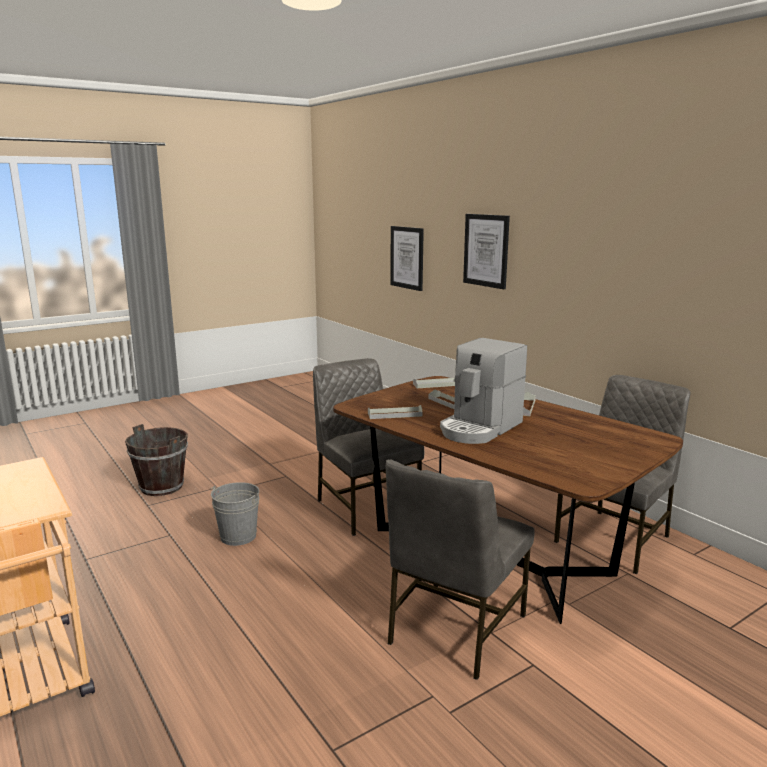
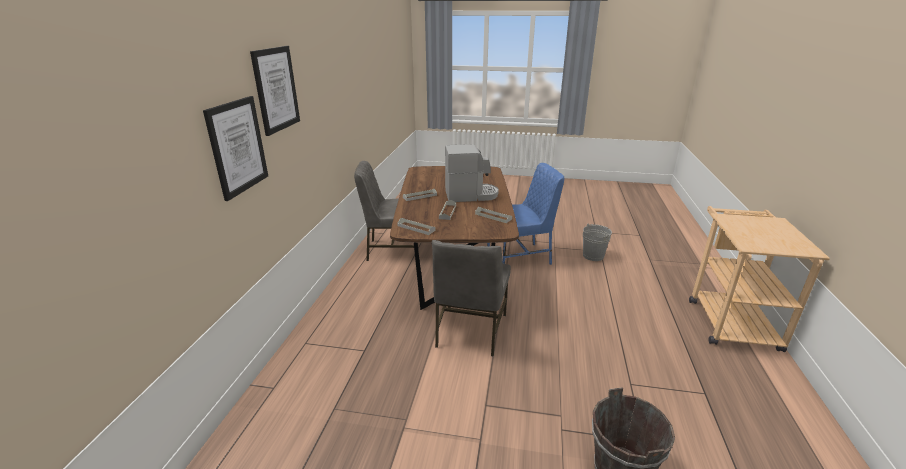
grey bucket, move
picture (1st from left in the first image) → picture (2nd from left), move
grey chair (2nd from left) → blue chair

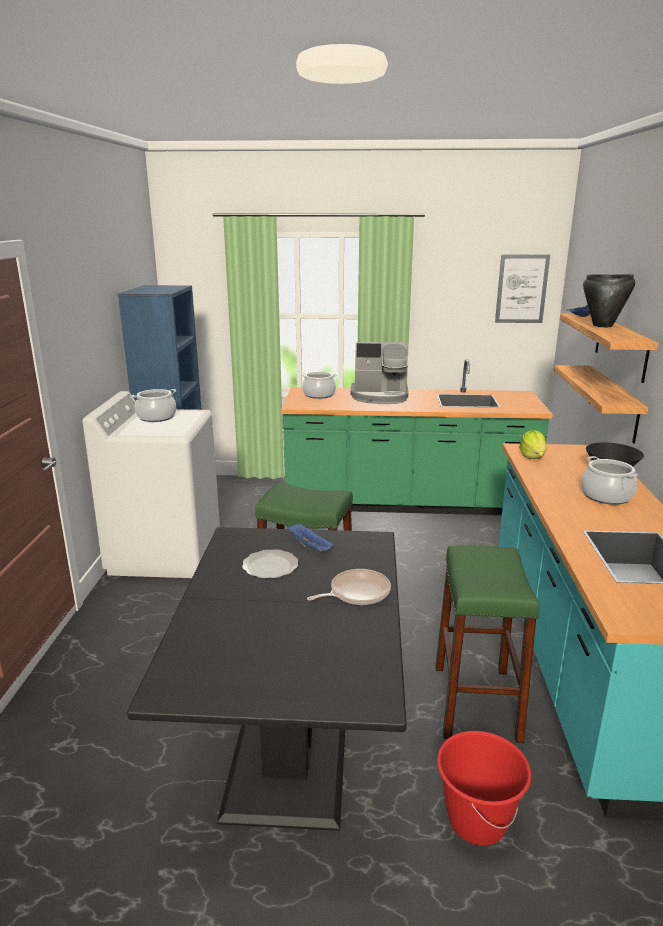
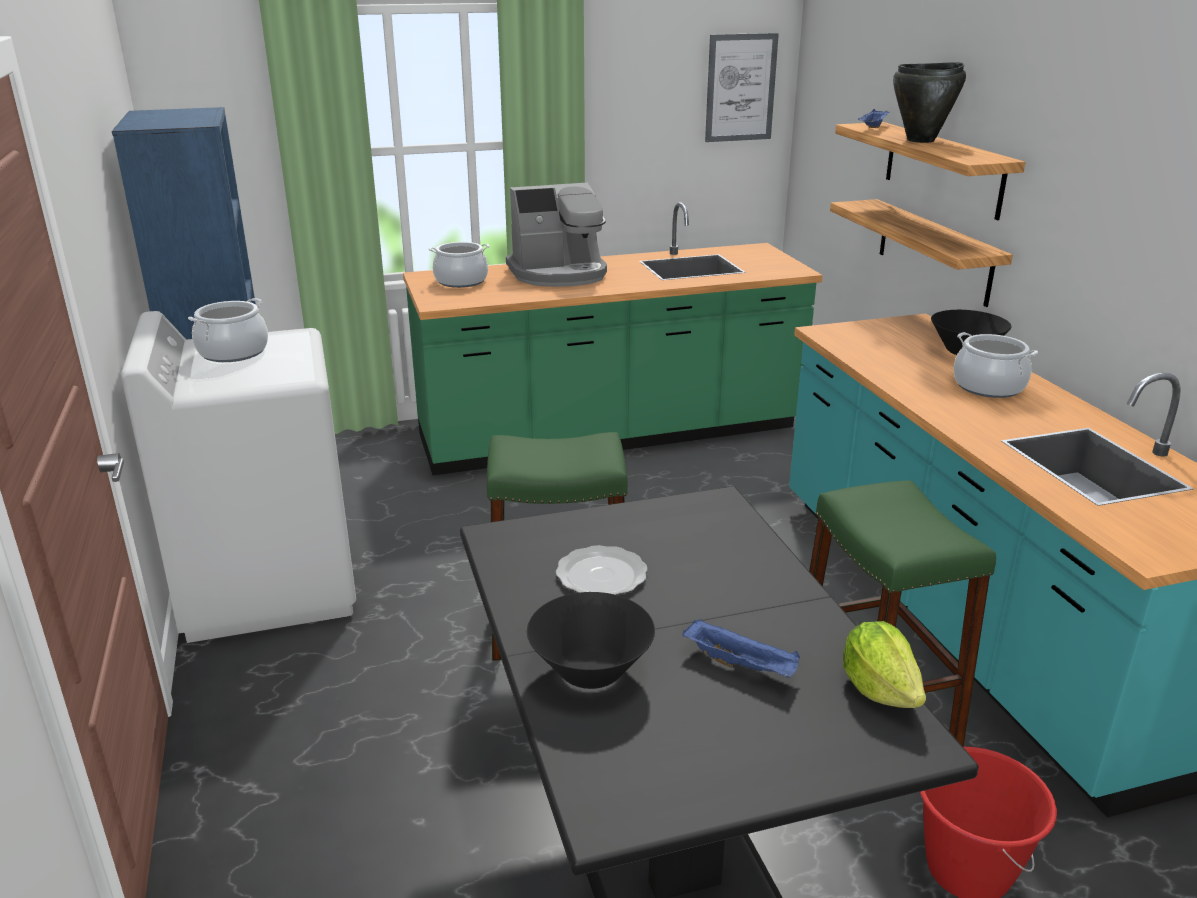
frying pan → -
- → black bowl (1st from left)
blue tray (1st from left), move
lettuce, move

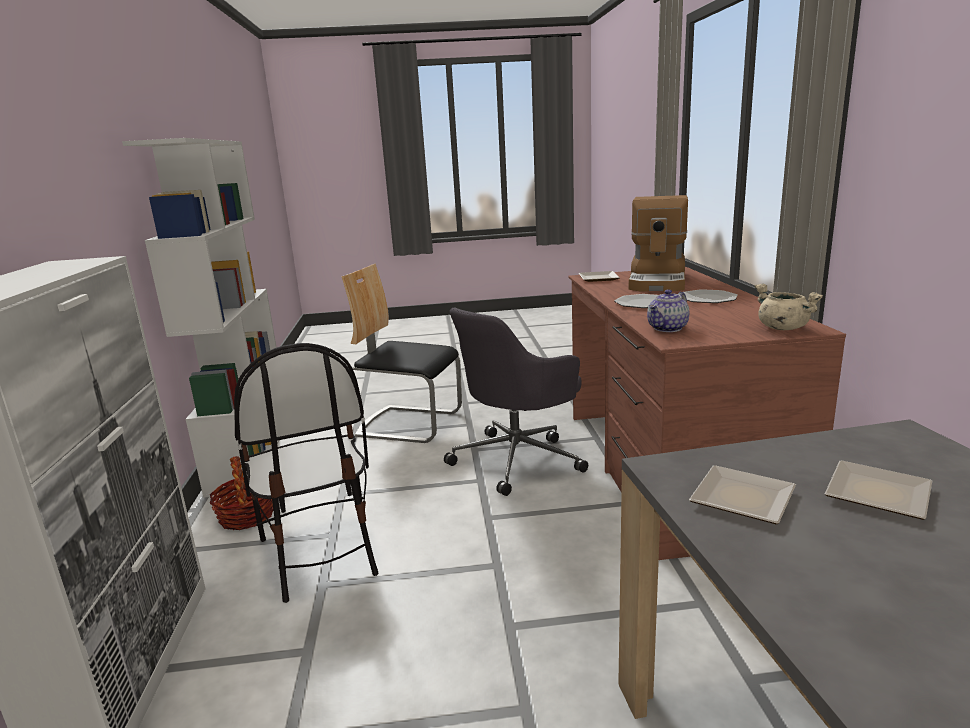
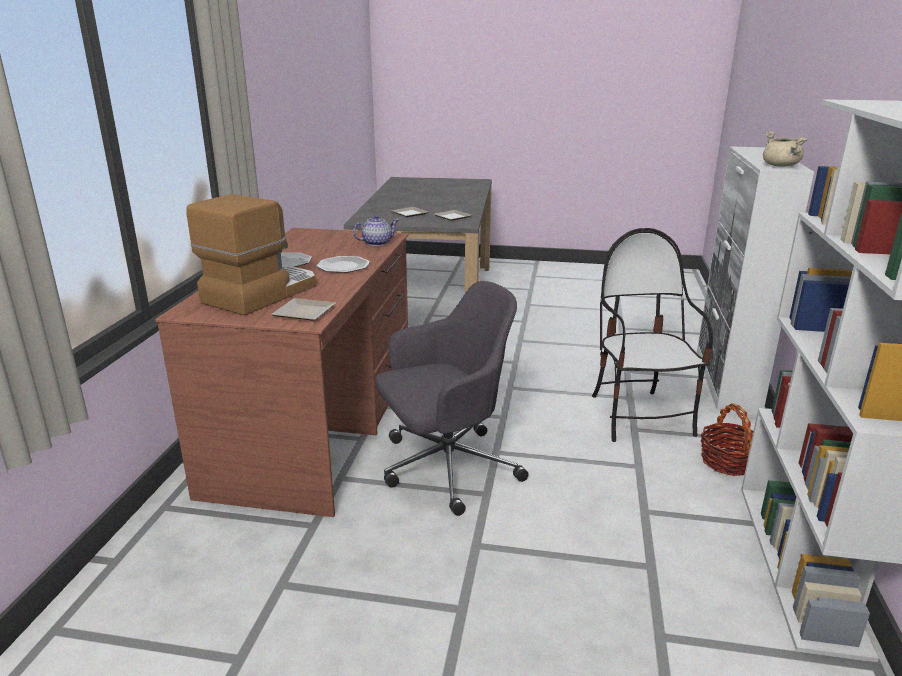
chair (2nd from left) → -
beige cooking pot, move

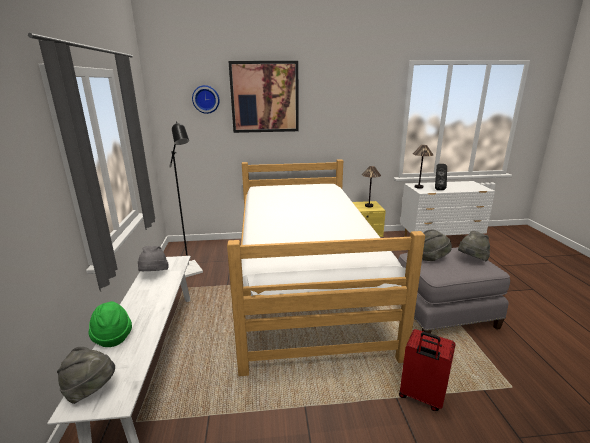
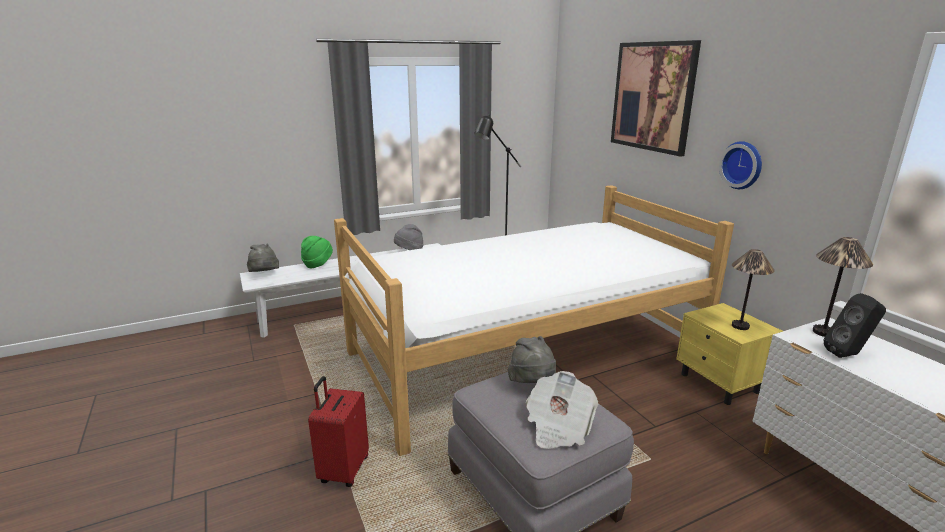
wall clock, move
grey hat (4th from left) → newspaper

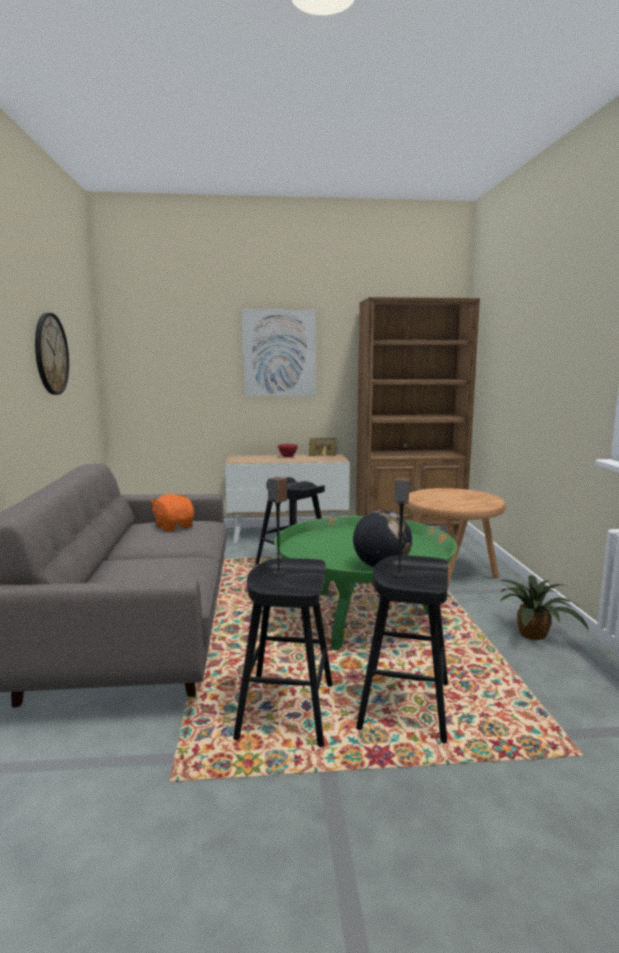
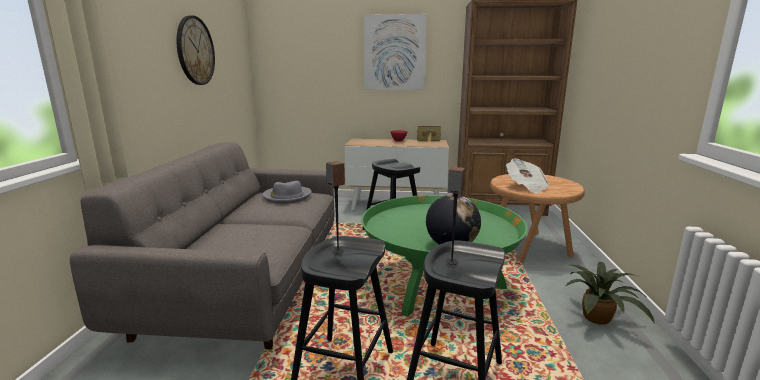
- → newspaper
orange plush toy → grey hat

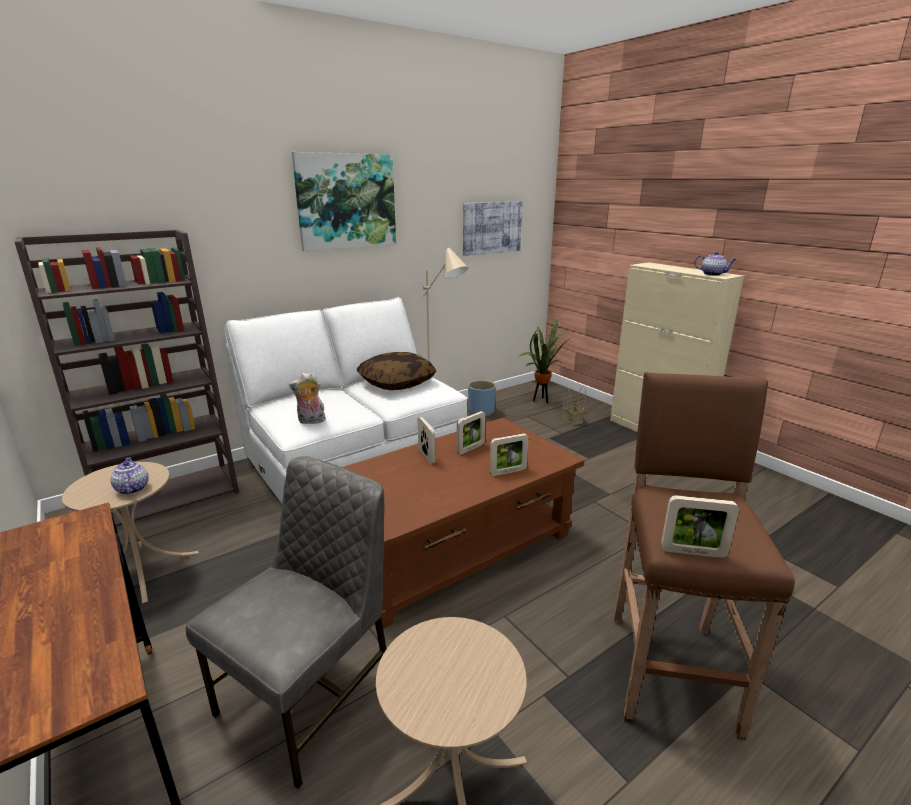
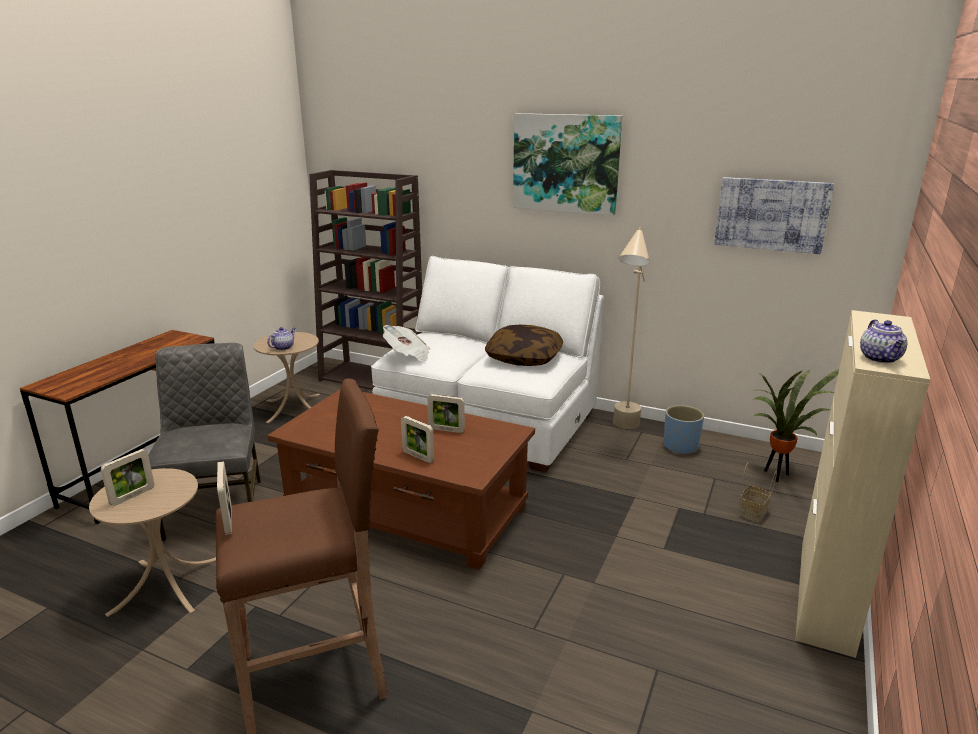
picture frame (1st from left), move
plush toy → newspaper
grey chair, 105 degrees counterclockwise

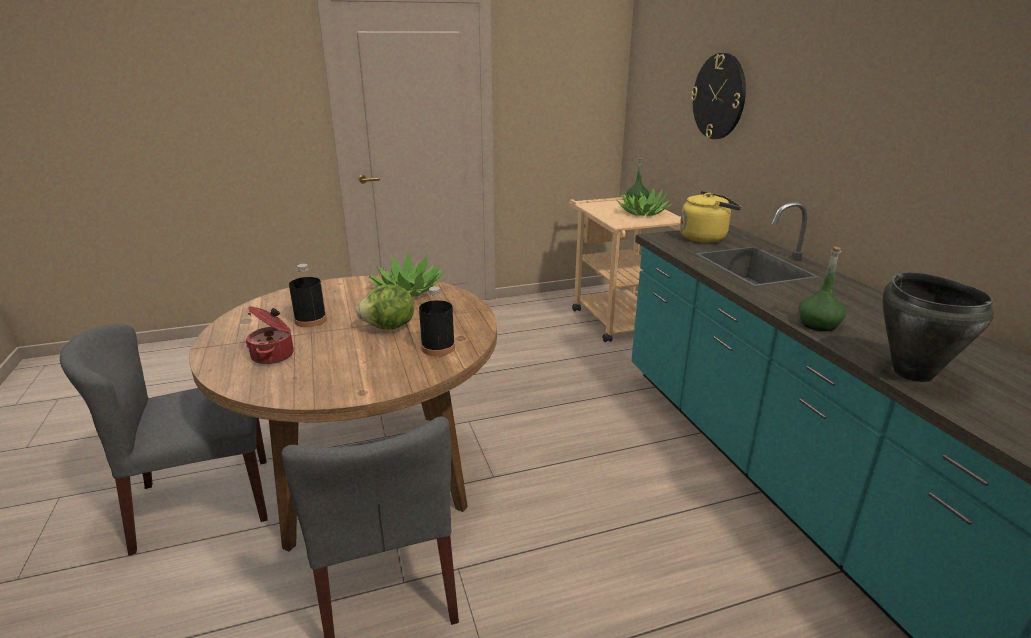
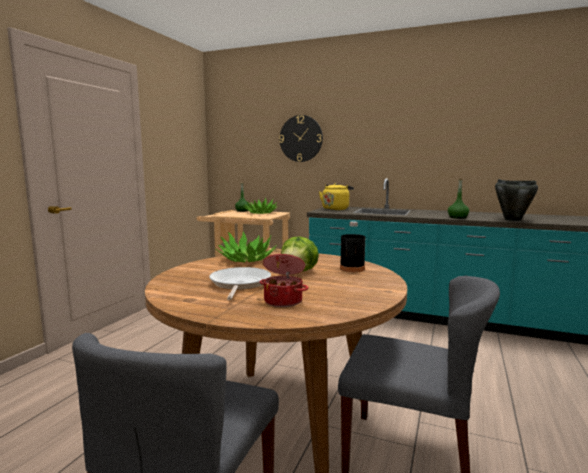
black bottle (1st from left) → frying pan

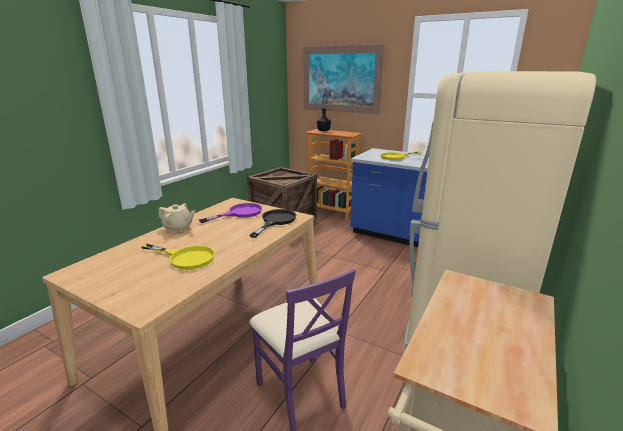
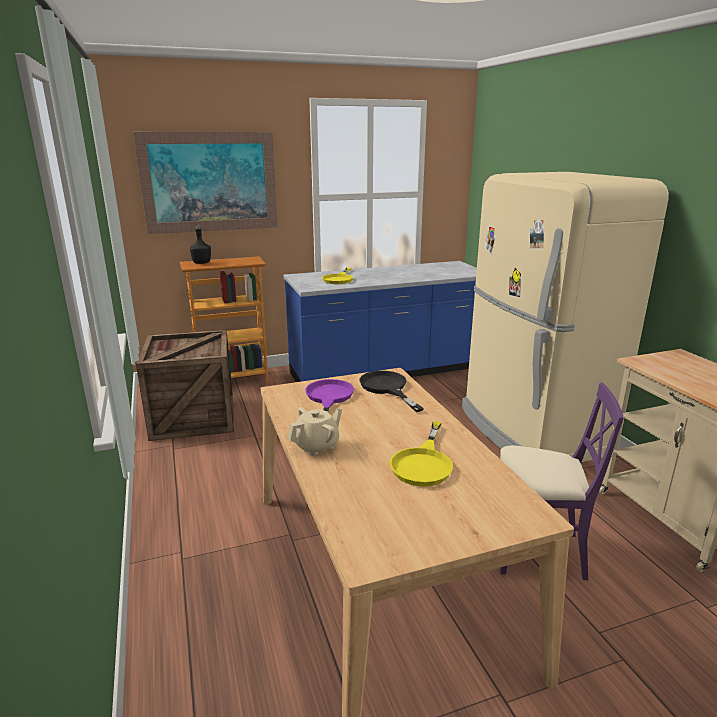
yellow frying pan (1st from left in the first image) → yellow frying pan (2nd from left), 135 degrees clockwise

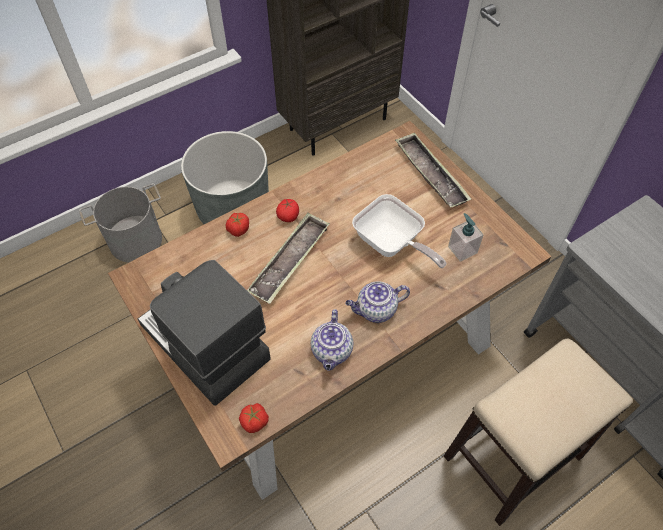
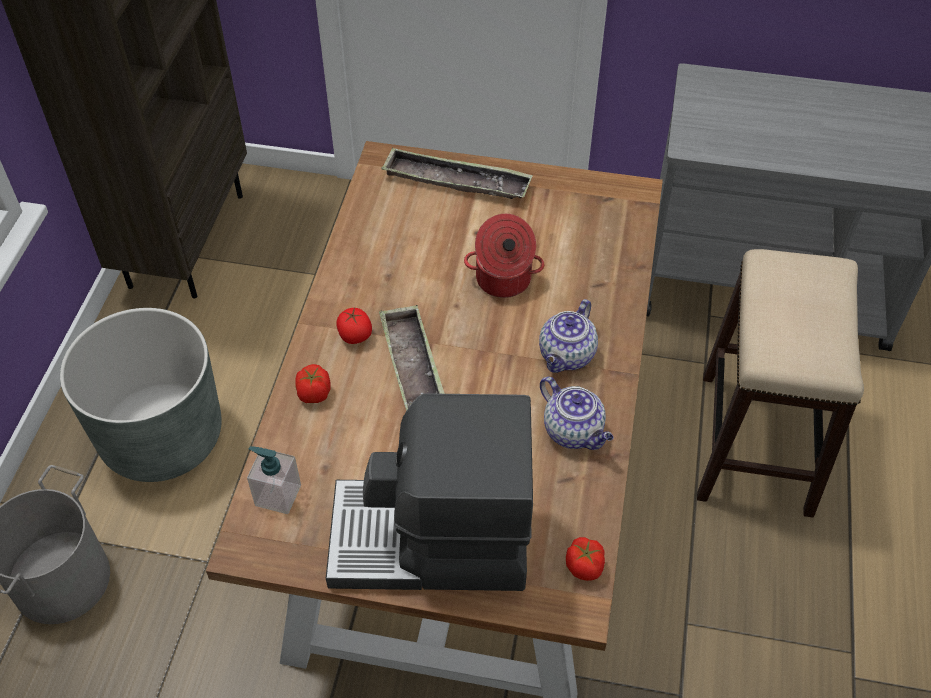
soap dispenser, move
frying pan → cooking pot

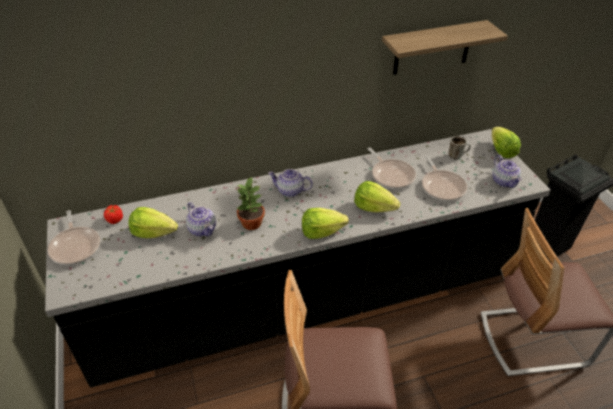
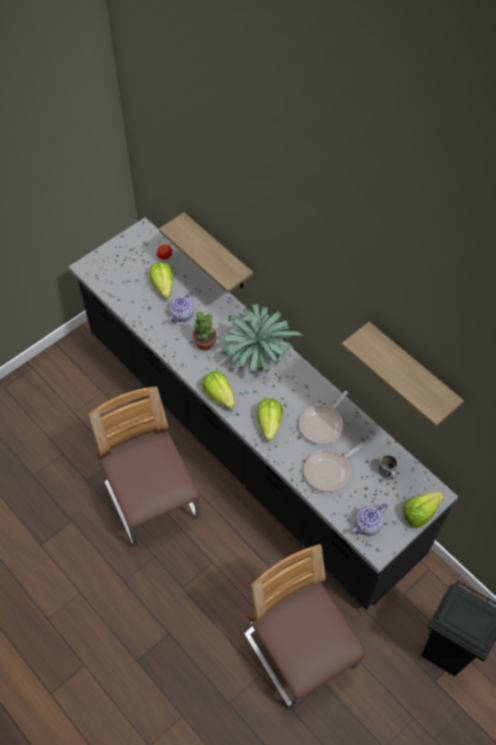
frying pan (1st from left) → -
- → shelf (1st from left)
teapot (2nd from left) → potted plant (2nd from left)

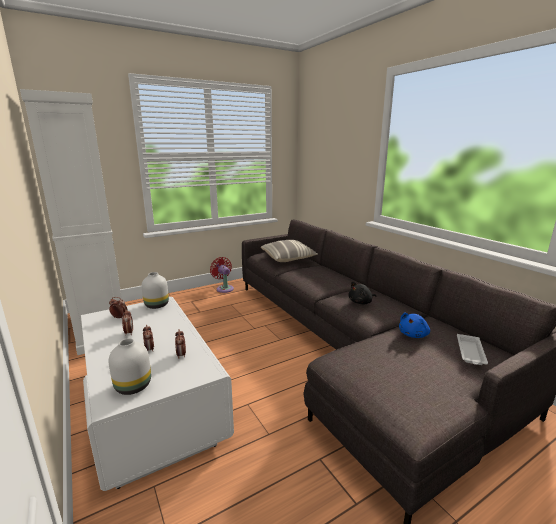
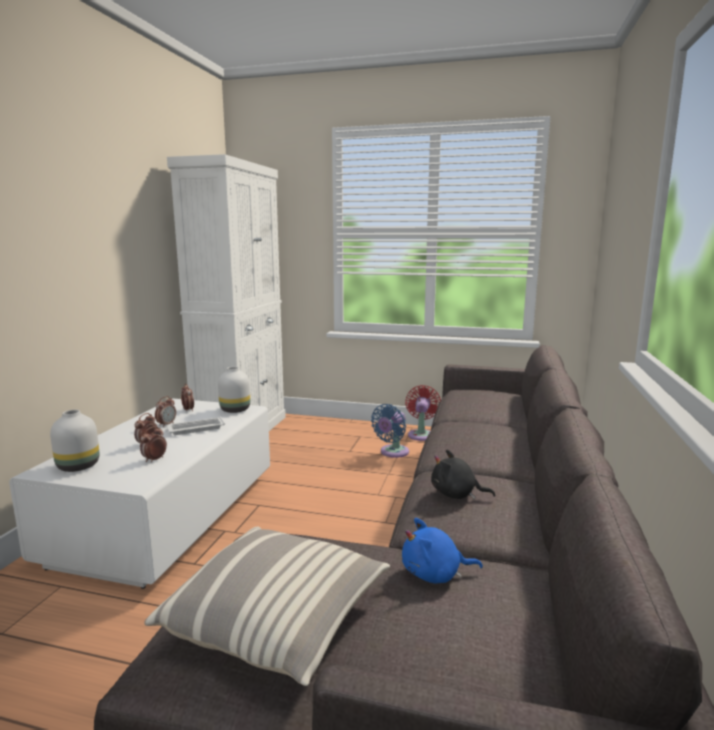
- → blue fan
pillow, move
white tray, move

